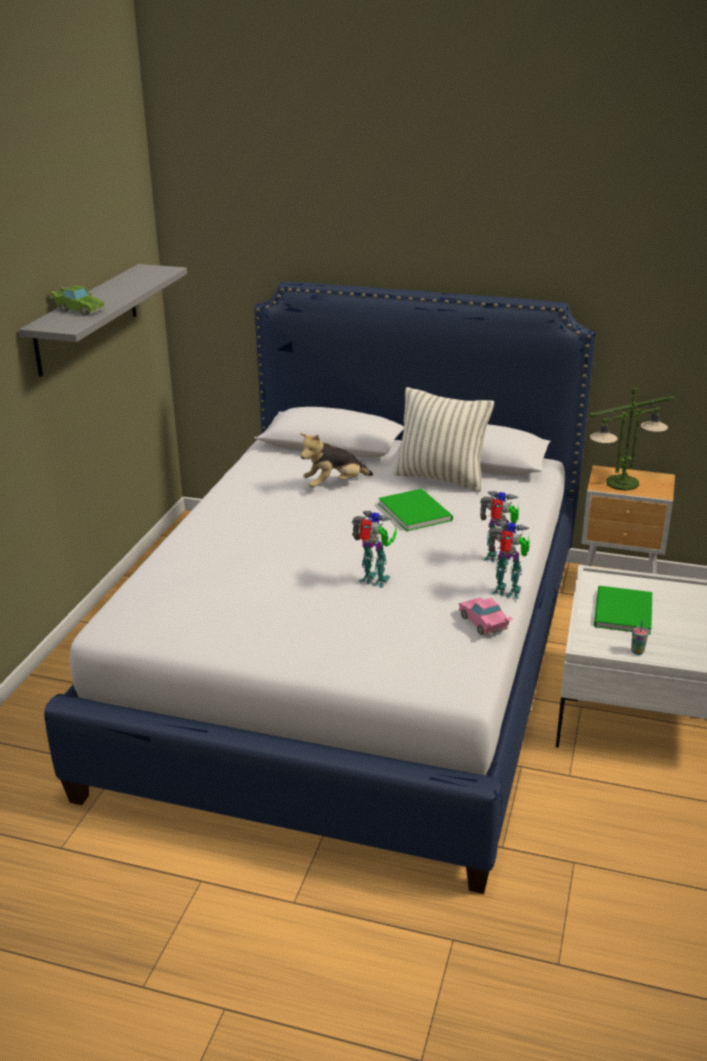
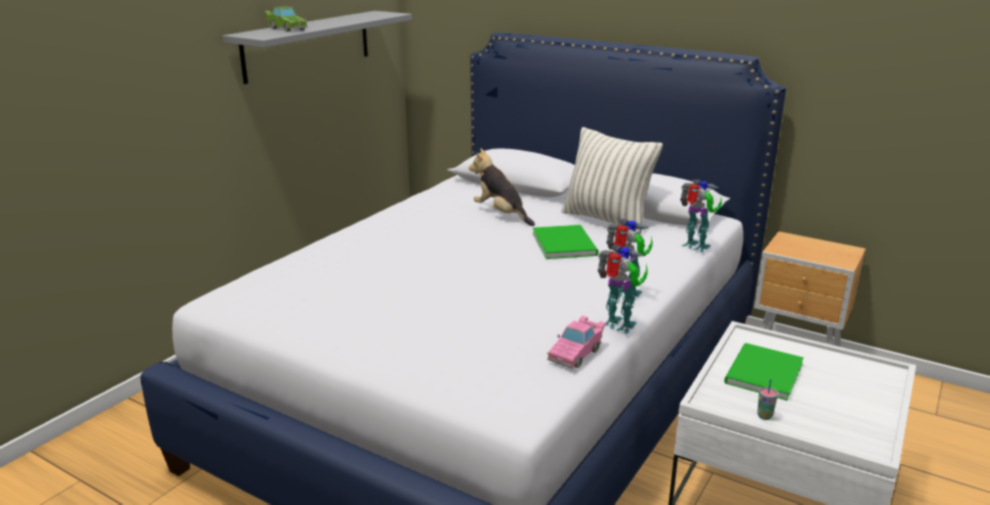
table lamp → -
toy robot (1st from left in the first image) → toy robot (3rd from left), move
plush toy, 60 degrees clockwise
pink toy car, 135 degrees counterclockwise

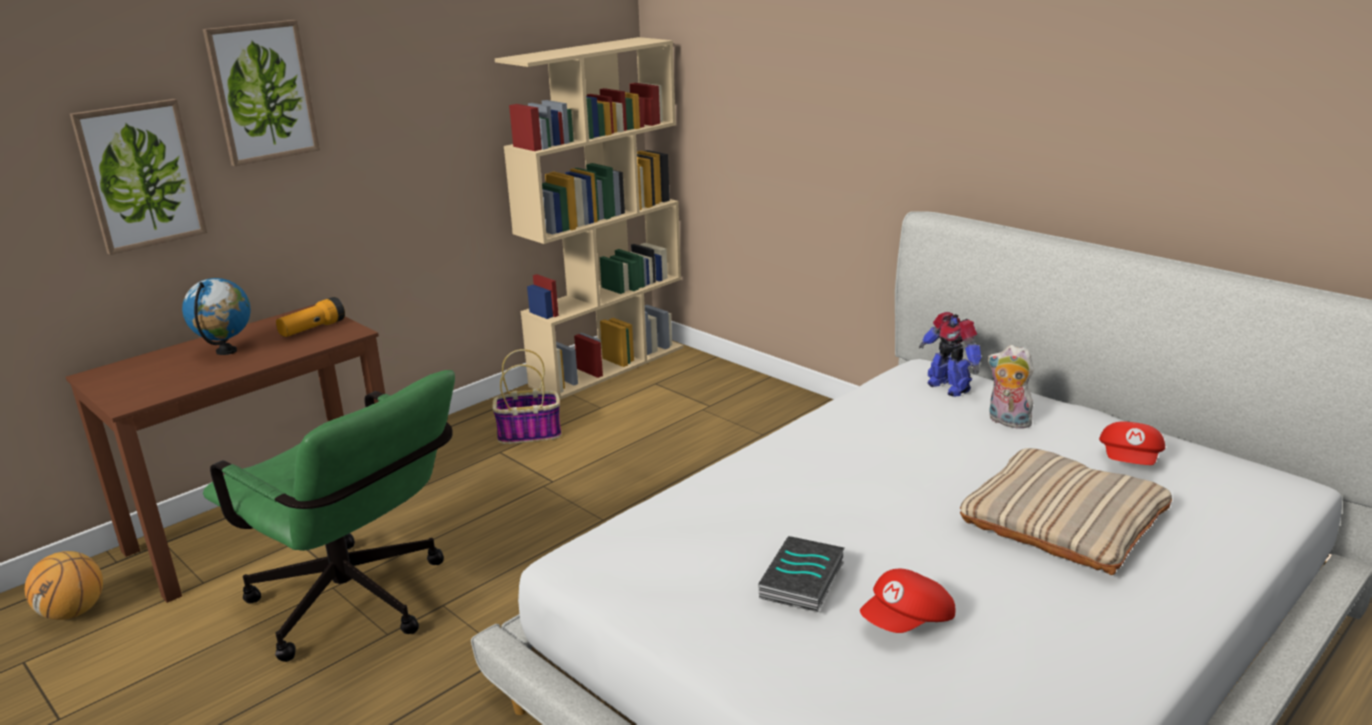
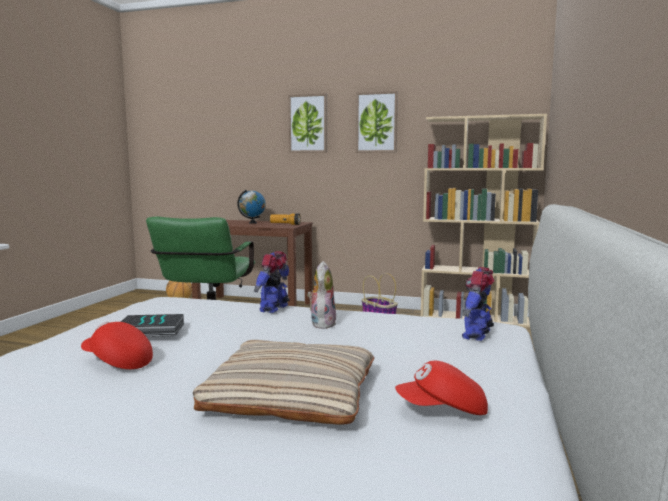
- → toy robot (1st from left)
picture (1st from left in the first image) → picture (2nd from left), move
plush toy, move

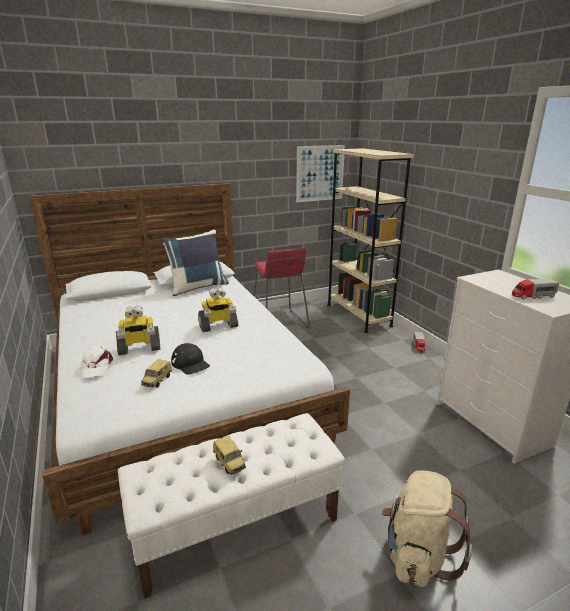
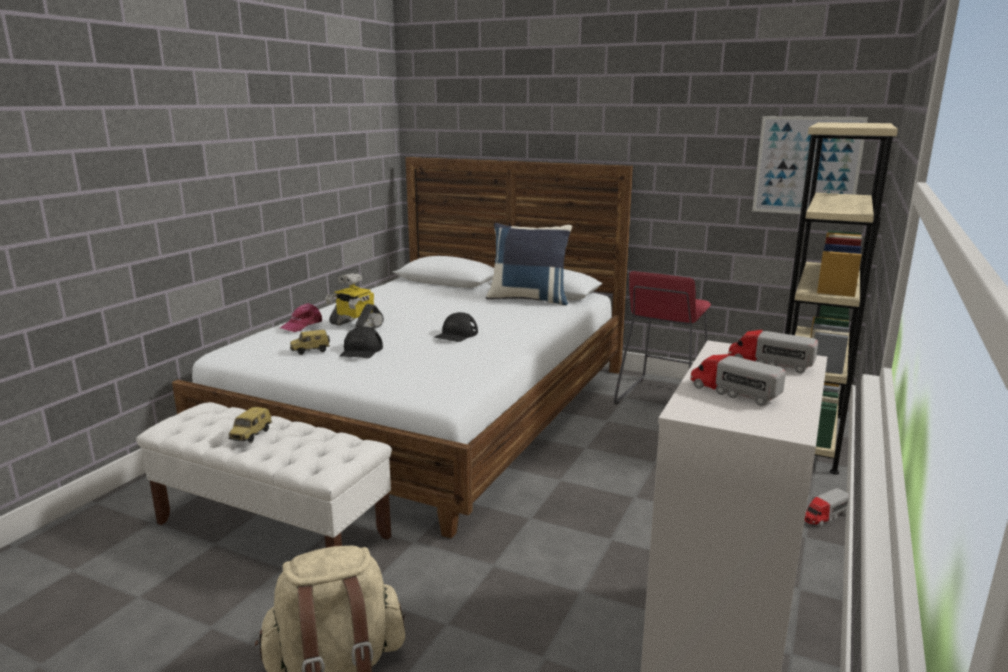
- → toy truck (2nd from left)
toy robot (2nd from left) → black cap (2nd from left)
white cap → pink cap

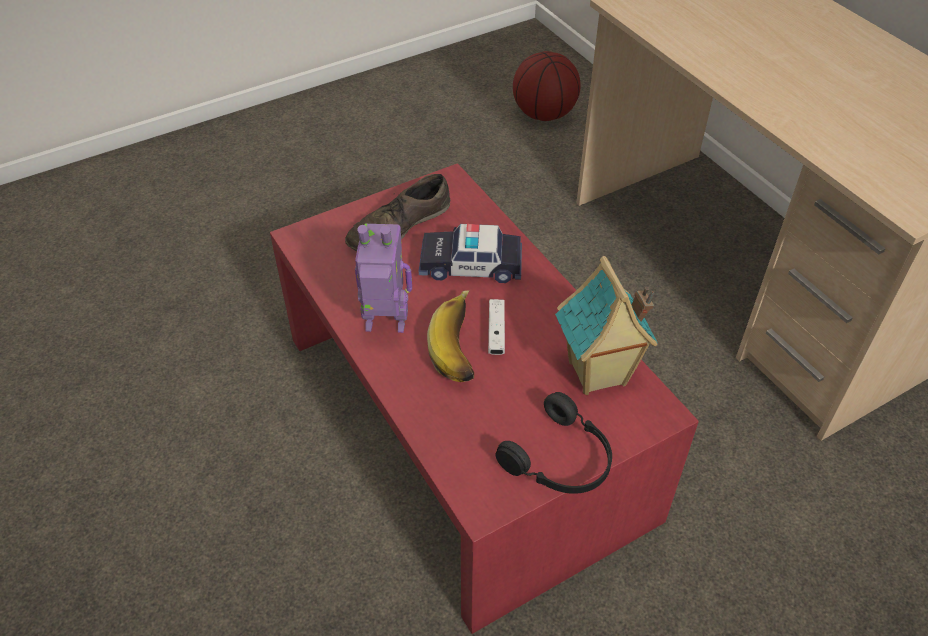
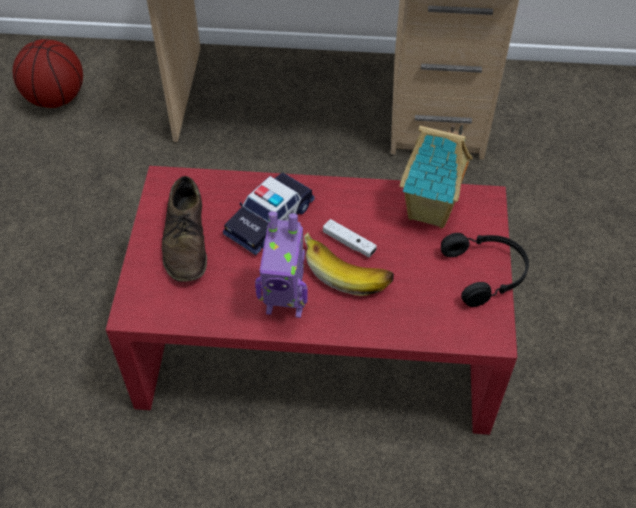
toy robot, 120 degrees counterclockwise

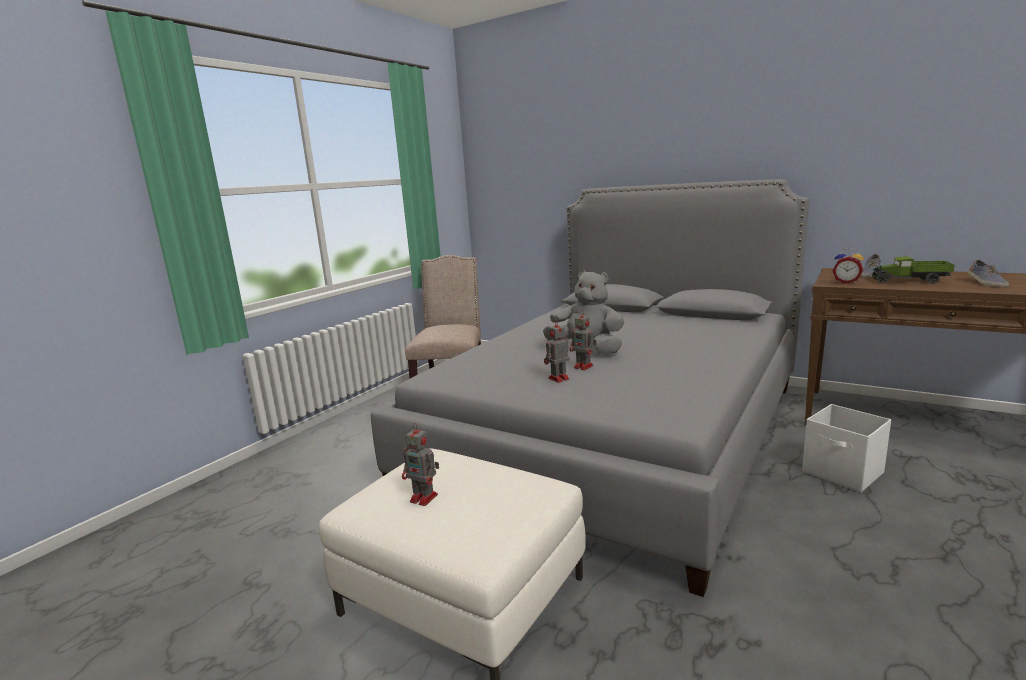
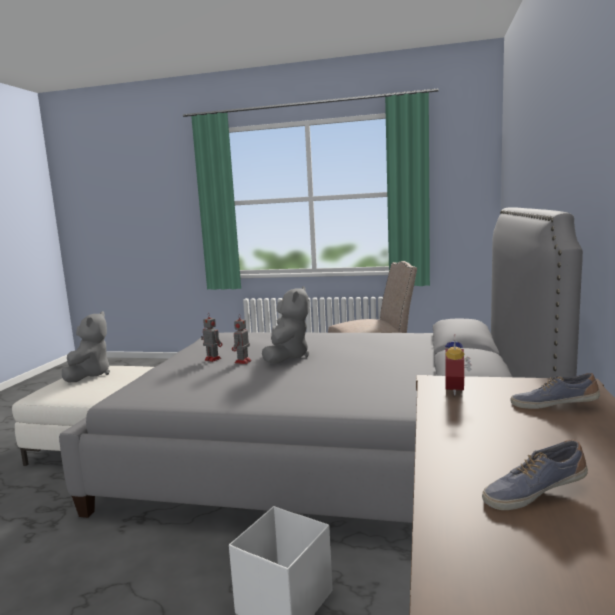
toy truck → -
toy robot (1st from left) → grey plush toy (1st from left)

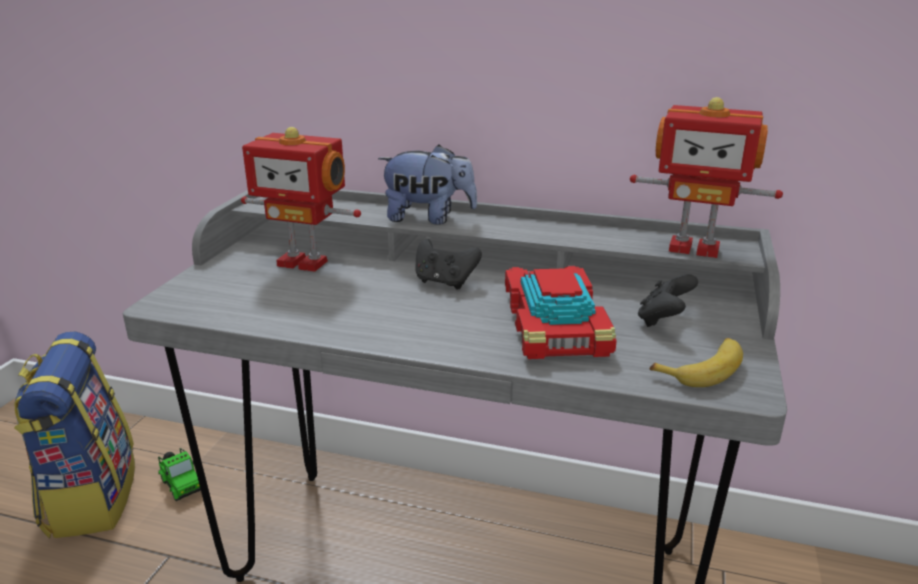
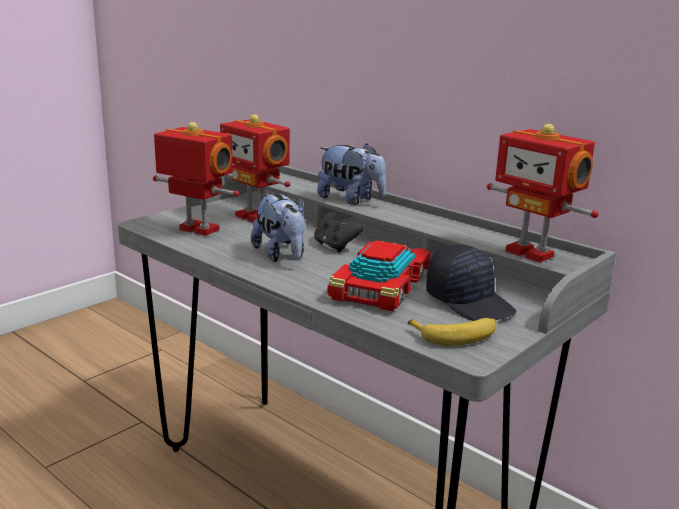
backpack → -
toy car (1st from left) → -
- → toy robot (1st from left)
- → plush toy (1st from left)
black game controller (2nd from left) → black cap

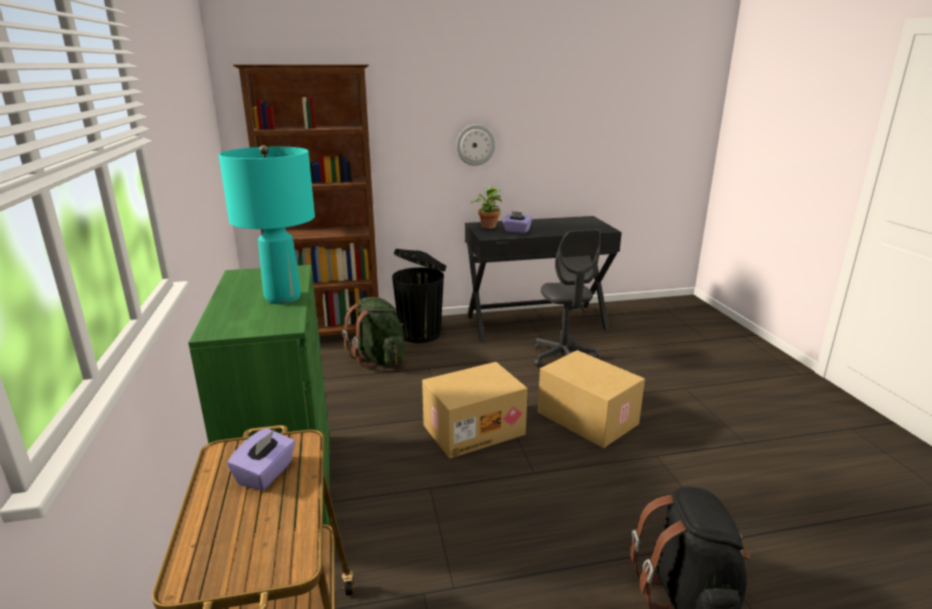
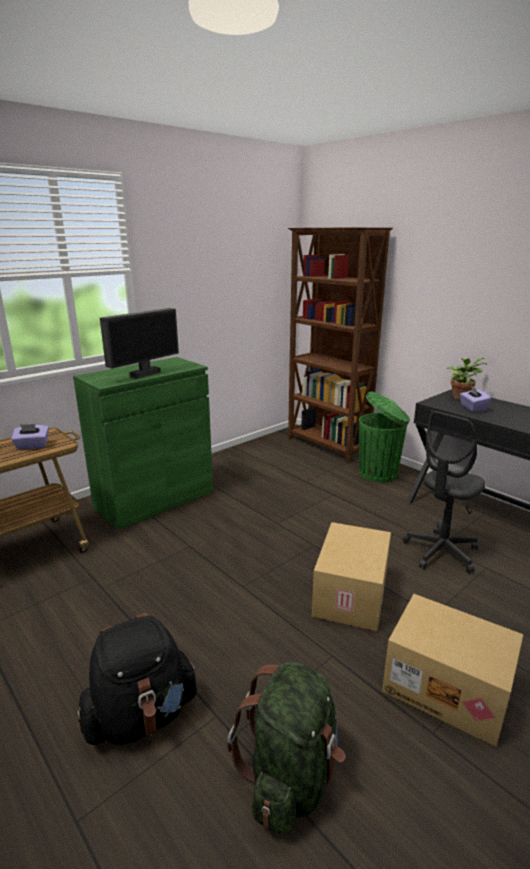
wall clock → -
green backpack, move
cardboard box (1st from left in the first image) → cardboard box (2nd from left), move
turquoise table lamp → monitor
black trash can → green trash can

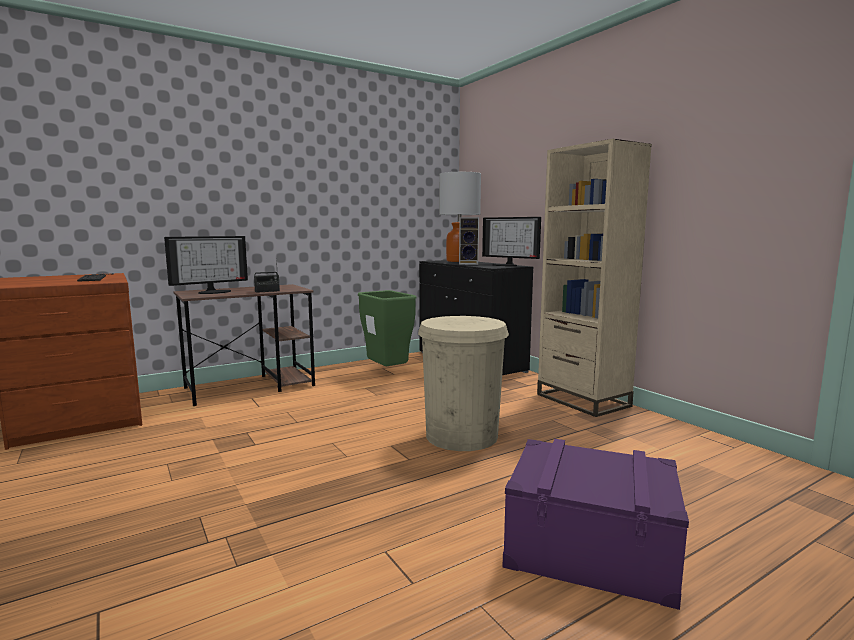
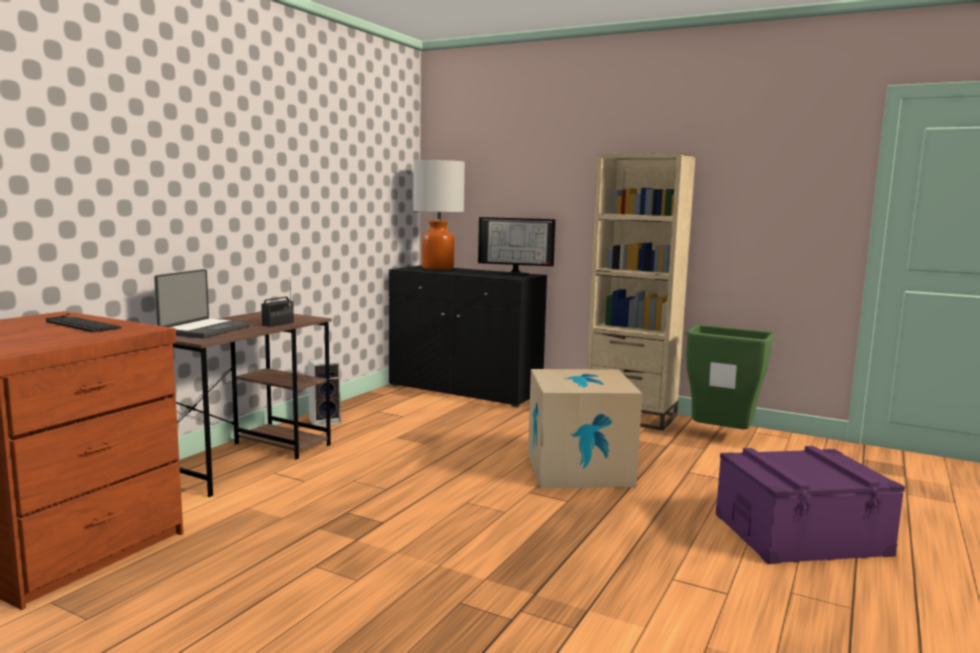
green trash can, move
speaker, move
monitor (1st from left) → laptop
beige trash can → cardboard box

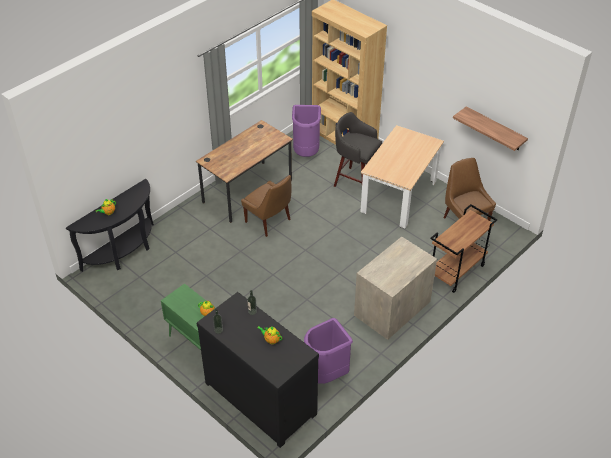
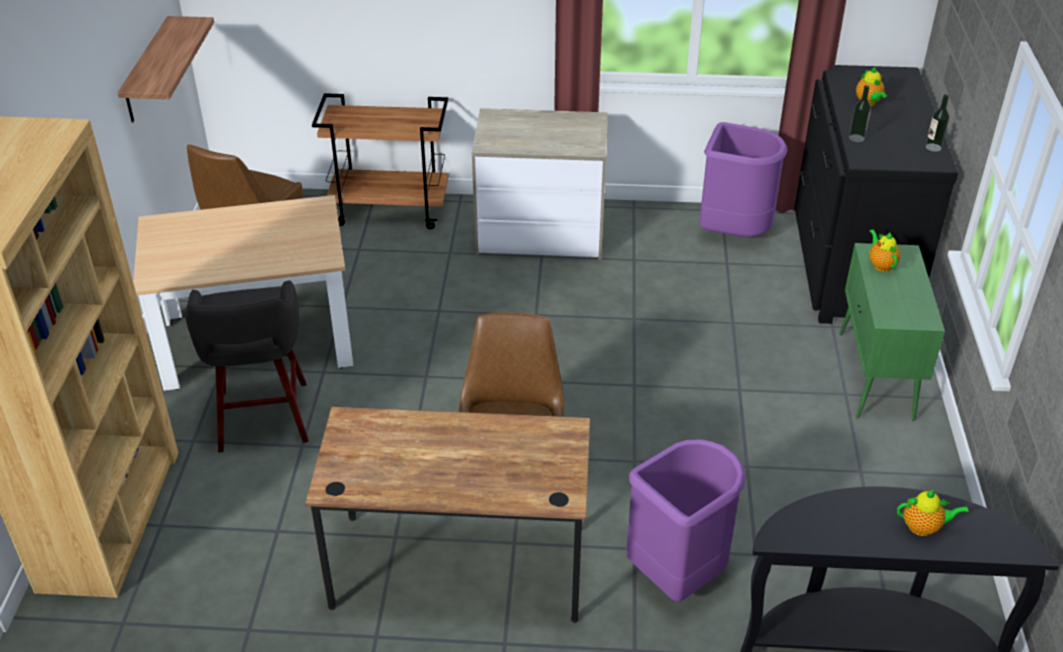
purple trash can (1st from left), move

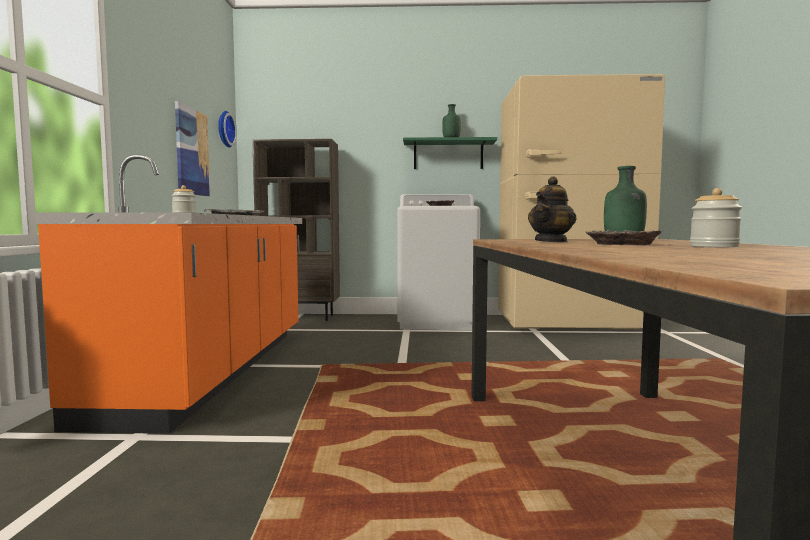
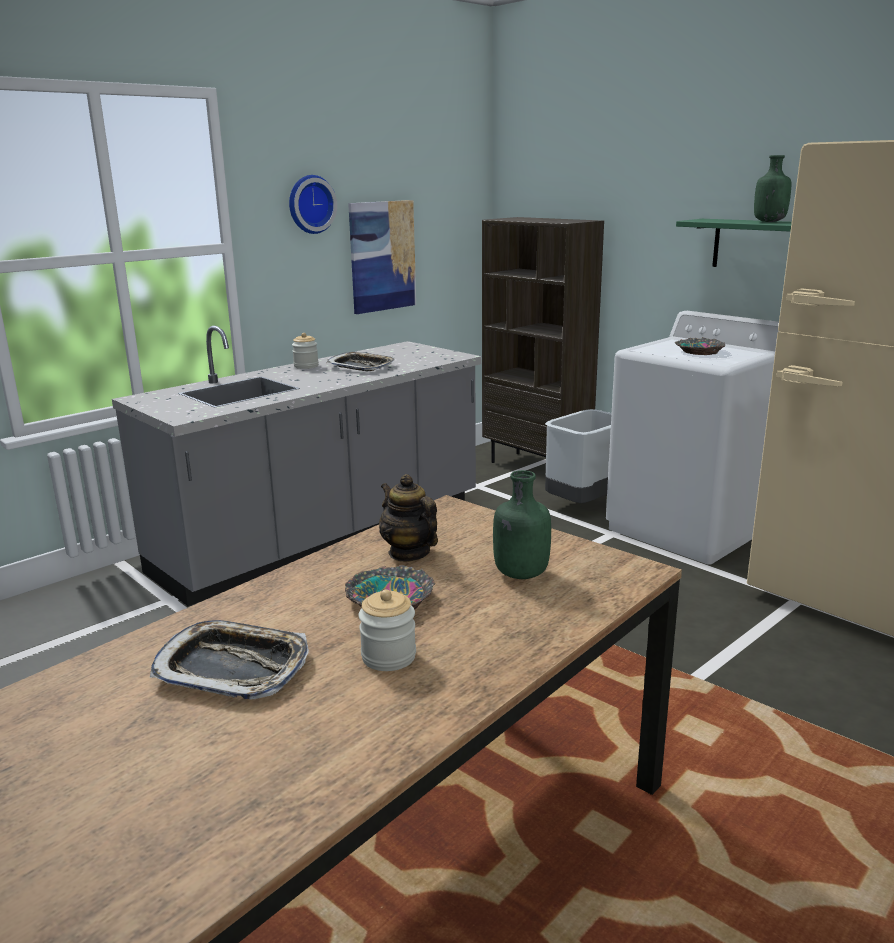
- → tray (1st from left)
- → grey trash can
wall clock, move
orange counter → grey counter
teapot, 60 degrees clockwise

